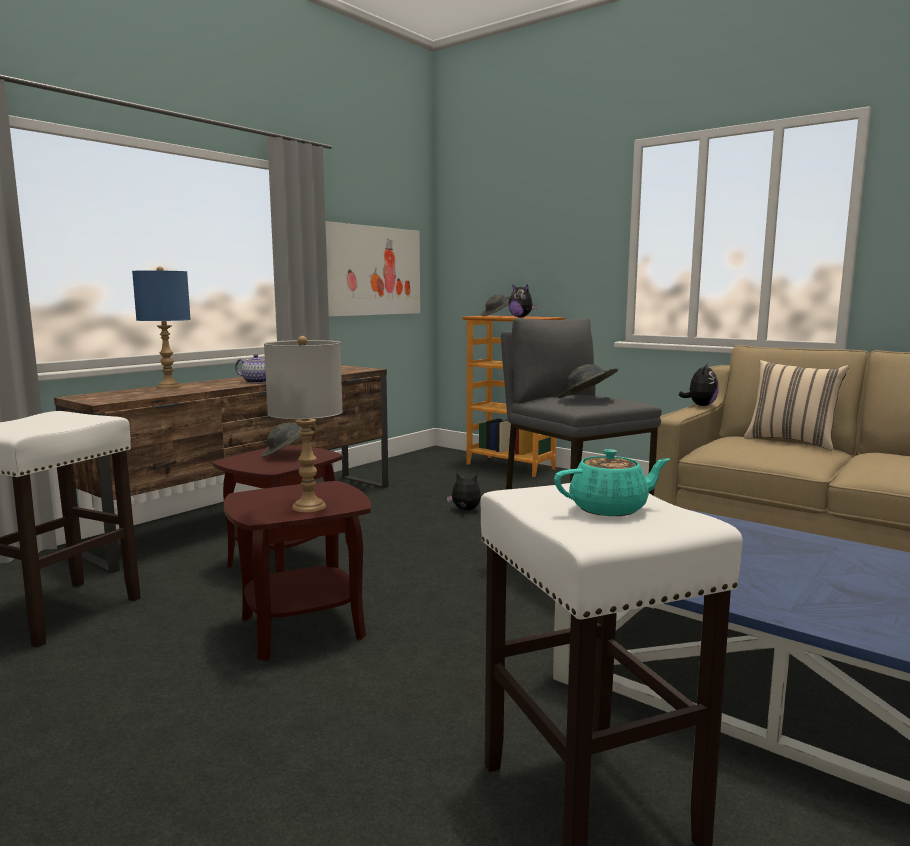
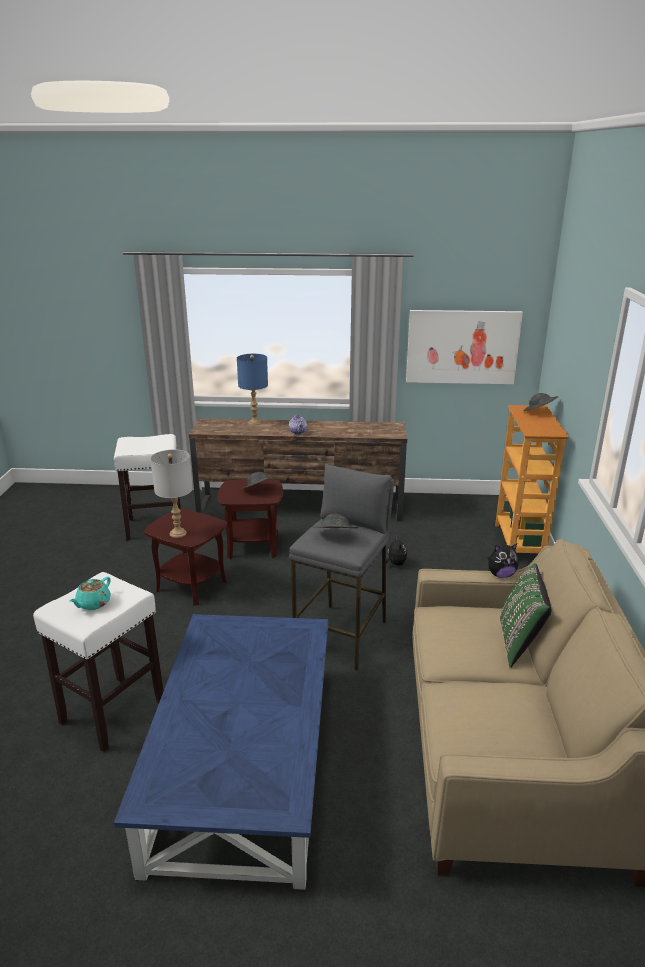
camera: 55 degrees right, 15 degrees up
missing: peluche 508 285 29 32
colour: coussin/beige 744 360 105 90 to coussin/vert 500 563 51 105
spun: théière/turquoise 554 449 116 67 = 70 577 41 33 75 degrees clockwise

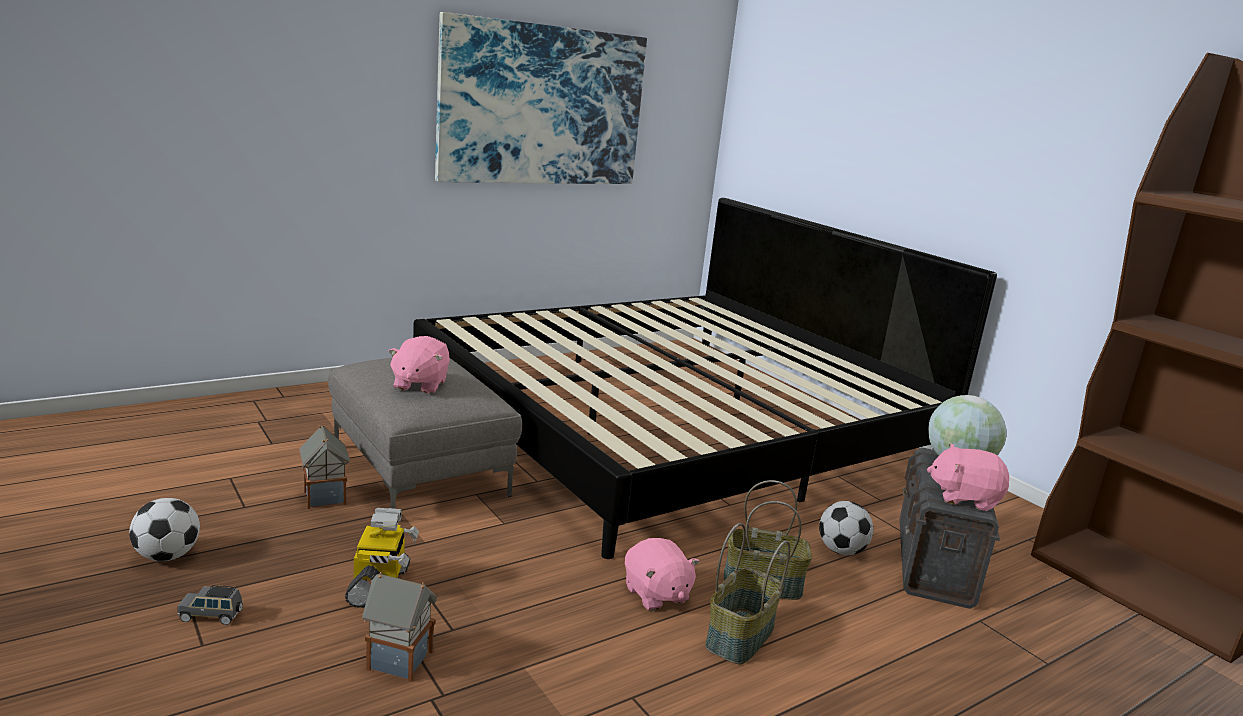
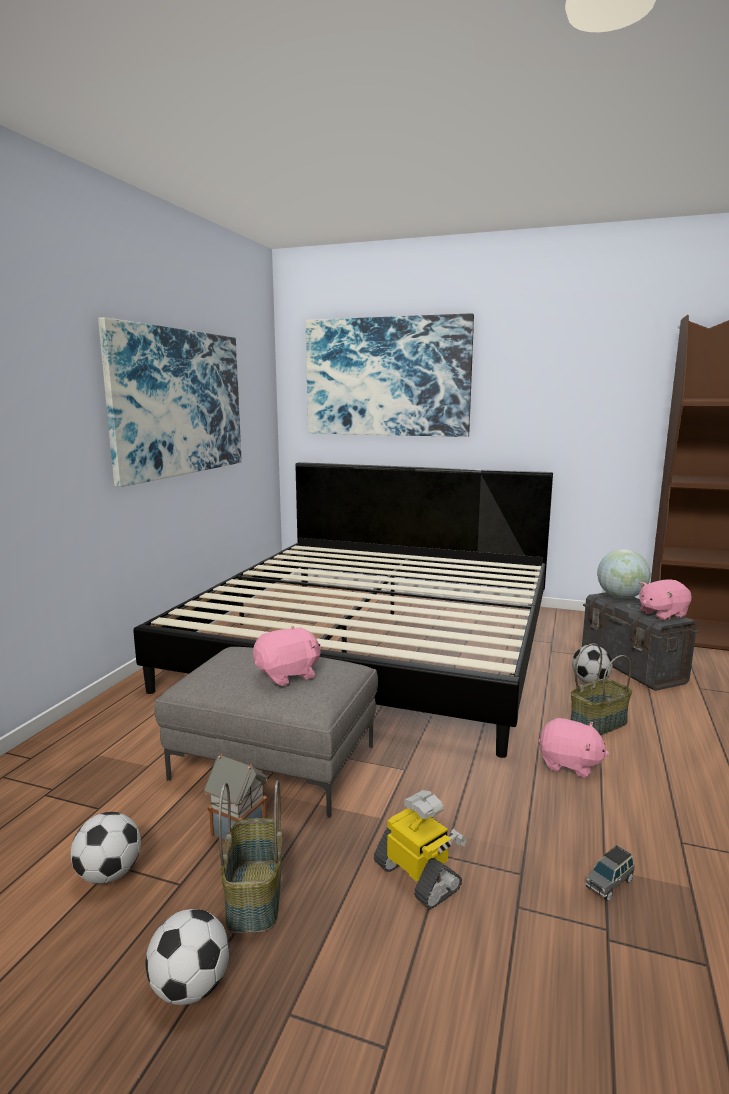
camera: 35 degrees left, 5 degrees down
missing: maison miniature 362 572 75 110
appeared: tableau 306 313 168 124; ballon de foot 71 812 70 72
relocated: panier 705 523 86 141 to 218 780 65 153; petite voiture/gris 177 585 66 40 to 585 845 50 56
spun: peluche/rose 388 336 62 58 = 253 626 68 60 90 degrees counterclockwise

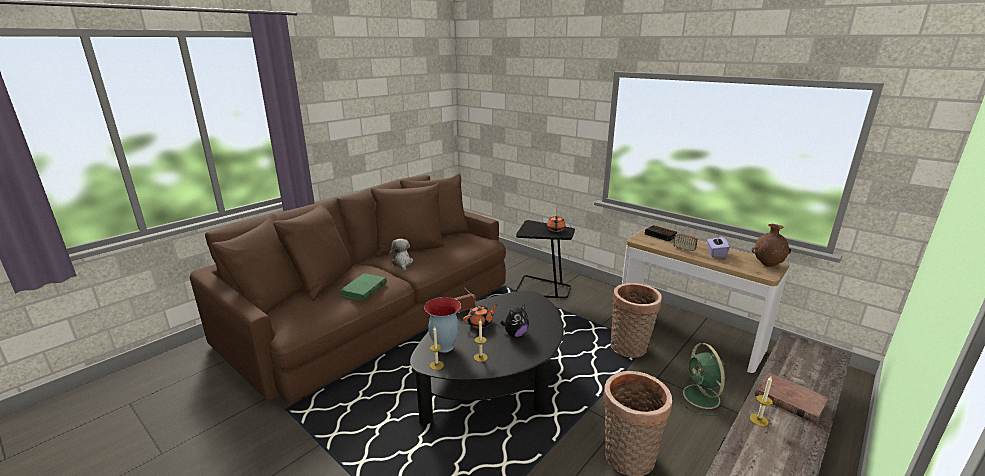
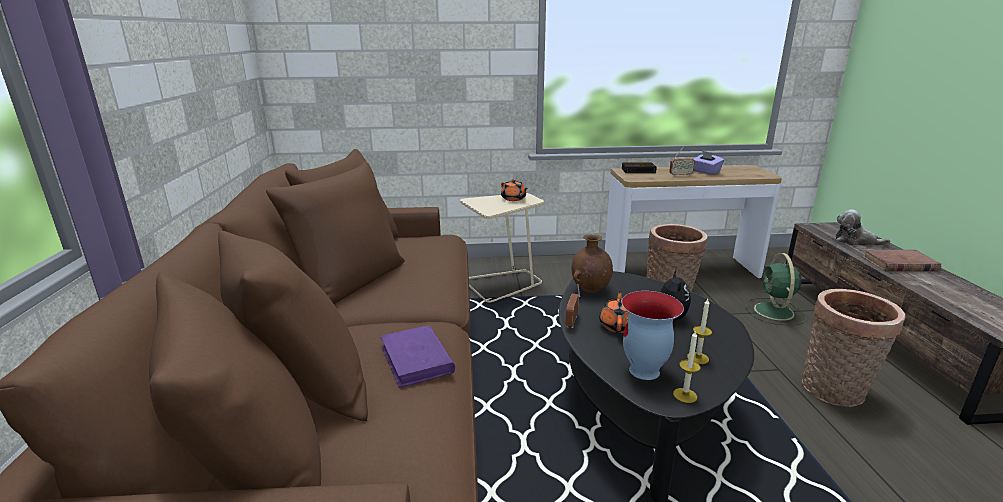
camera: 45 degrees left, 0 degrees up
missing: bougie 750 377 23 49
relocated: vase/marron 752 224 39 43 to 571 235 42 58; peluche 389 239 24 32 to 836 209 54 37
colour: table d'appoint/noir 515 220 60 78 to table d'appoint/beige 460 193 84 109; livre/vert 340 273 47 28 to livre/violet 380 325 75 63
spun: ventilateur/vert 675 343 57 72 = 746 253 60 72 60 degrees clockwise

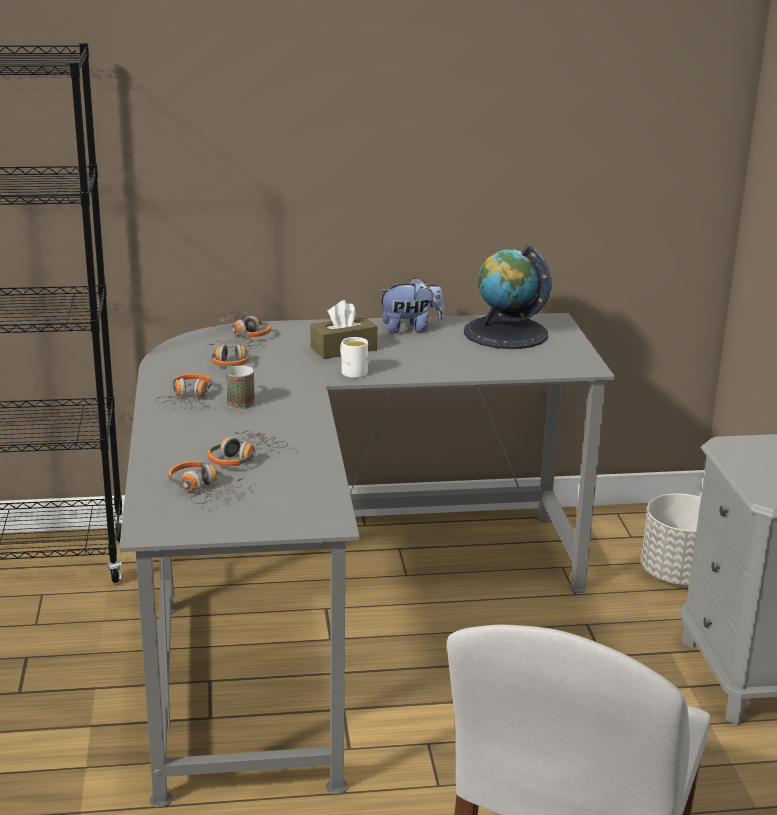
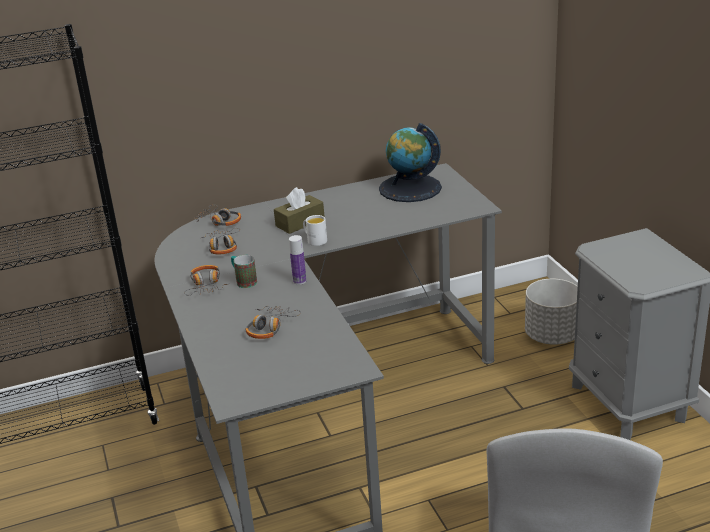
camera: 10 degrees left, 5 degrees up
missing: peluche 378 278 67 56; casque audio 168 461 77 43
appeared: bouteille 289 235 17 50

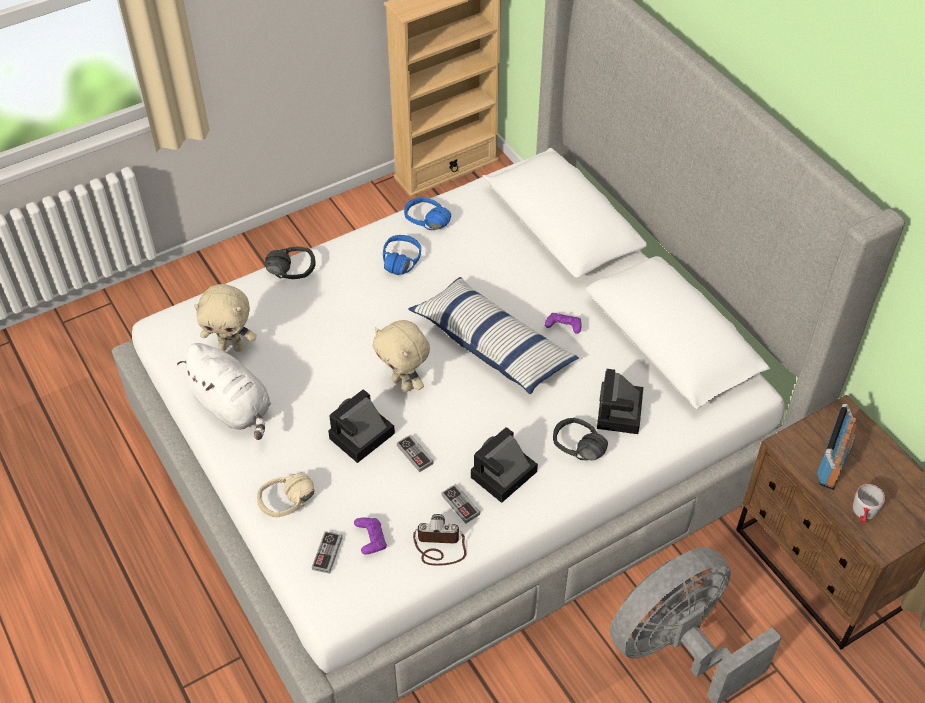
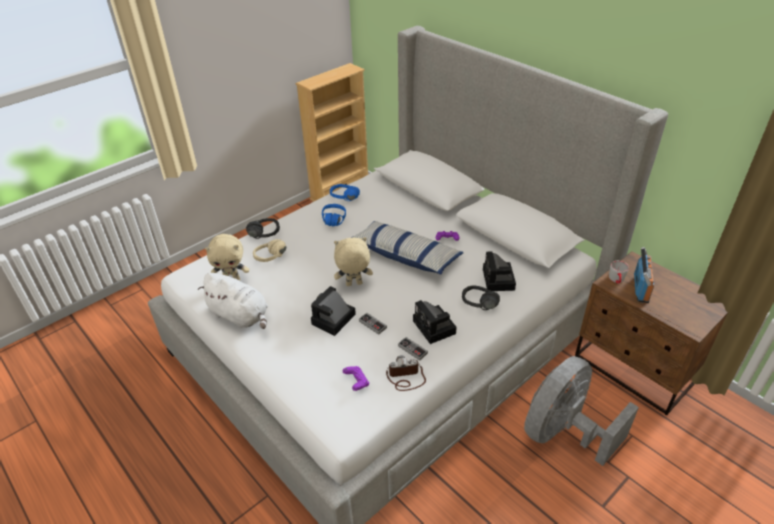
camera: 10 degrees left, 10 degrees down
missing: manette 312 531 30 43
relocated: casque audio/beige 257 473 58 45 to 253 239 33 23; mug/gris 853 484 32 40 to 609 261 20 23
spun: peluche/beige 373 320 57 72 = 334 237 39 49 135 degrees clockwise; appareil photo 471 427 67 76 = 413 300 44 44 60 degrees counterclockwise

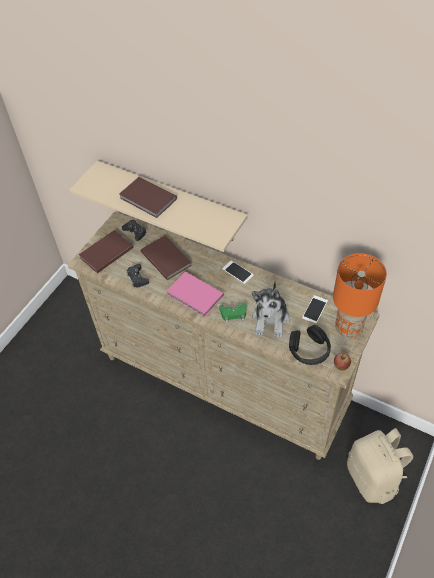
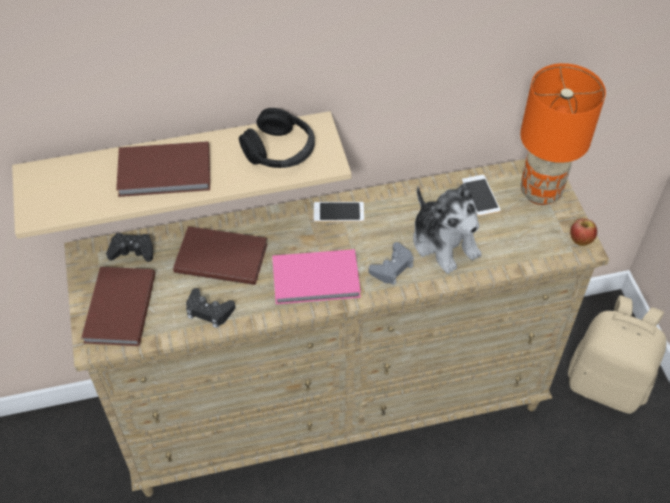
camera: 45 degrees left, 0 degrees up
relocated: casque audio/noir 289 325 42 40 to 239 108 76 60
colour: manette/vert 219 302 28 20 to manette/gris 368 242 46 43

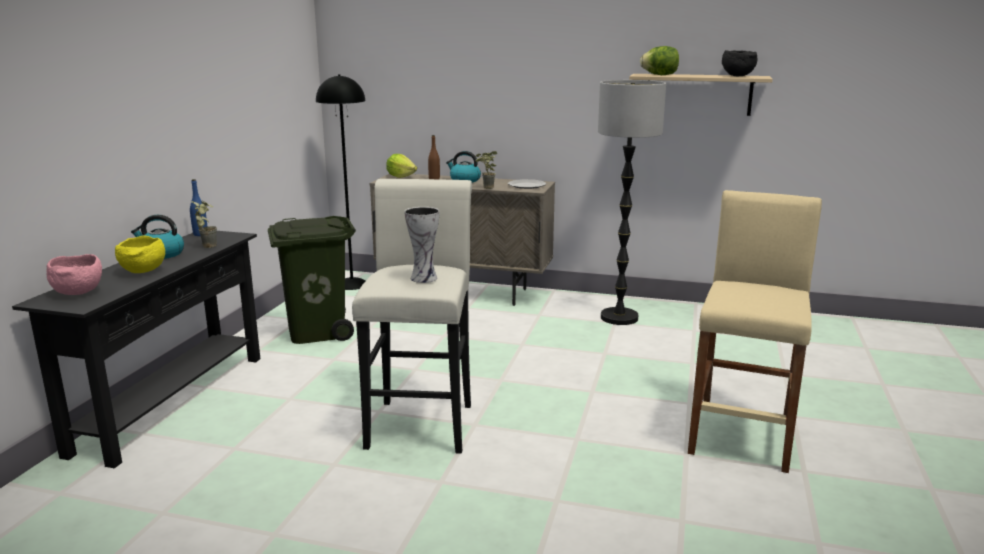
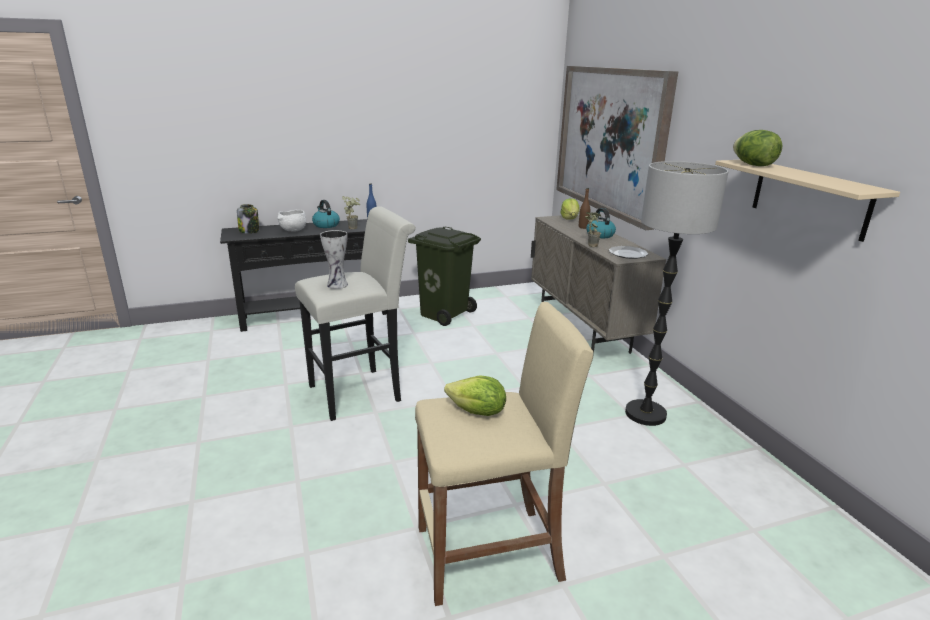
camera: 55 degrees right, 5 degrees up
missing: bol/noir 722 50 35 26; lampadaire/noir 316 74 50 216
appeared: tableau 556 66 123 164; laitue 444 375 62 41
exchanged: bol/rose 46 254 56 41 to bocal 237 204 22 30
colour: bol/jaune 115 236 50 37 to bol/blanc 277 209 29 22

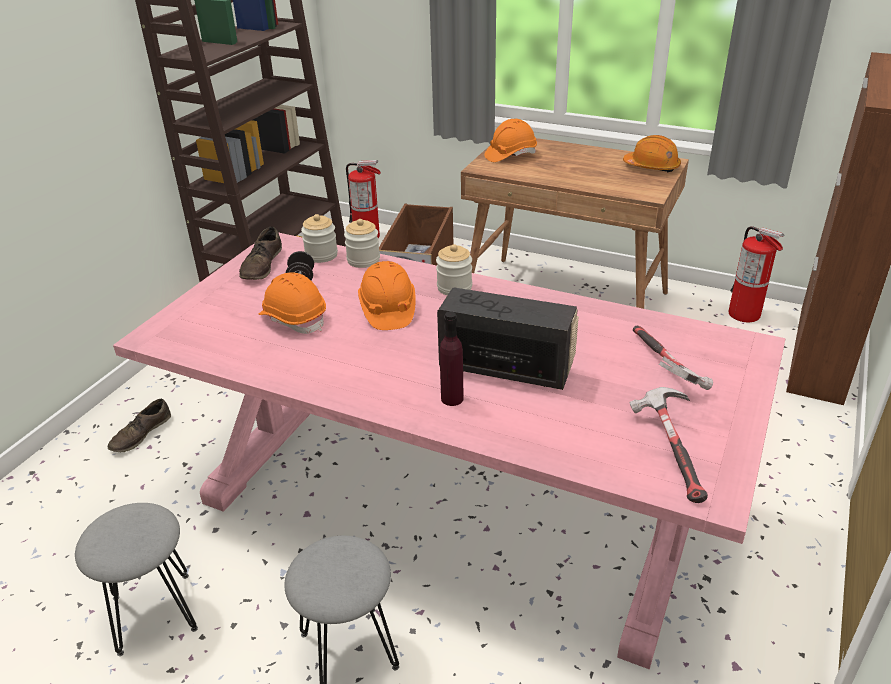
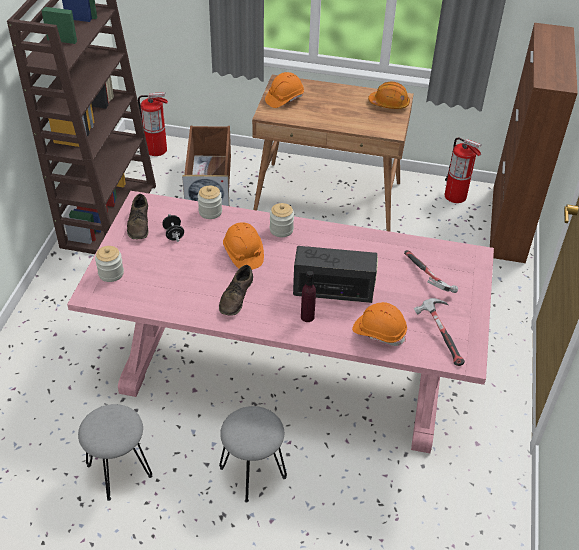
camera: 15 degrees left, 10 degrees up
relocated: bocal 301 214 37 49 to 95 246 29 36; casque de chantier/orange 259 272 67 62 to 352 302 55 44; chaussure/marron 108 399 63 53 to 219 265 34 51

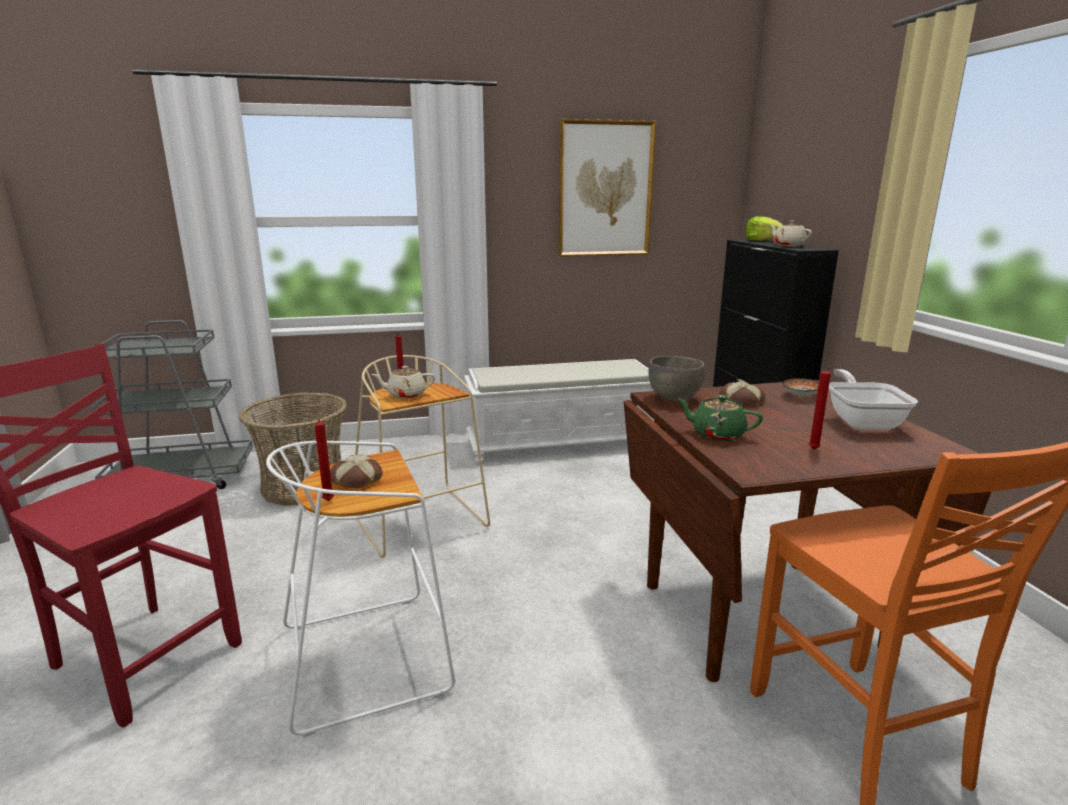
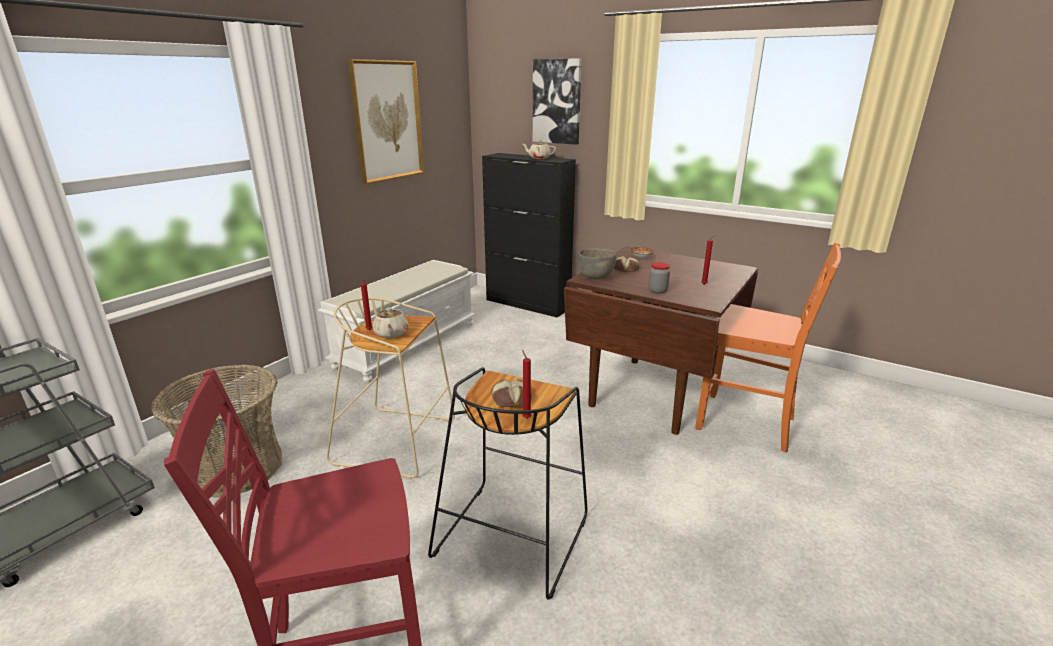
camera: 45 degrees left, 5 degrees up
missing: laitue 745 216 38 25; poêle 829 369 89 61
appeared: tableau 533 58 49 87
exchanged: théière/vert 676 395 87 46 to bocal 649 262 21 32
colour: tabouret/blanc 266 441 189 296 to tabouret/noir 428 367 159 233
spun: théière/beige 371 366 64 33 = 373 307 36 31 45 degrees counterclockwise

